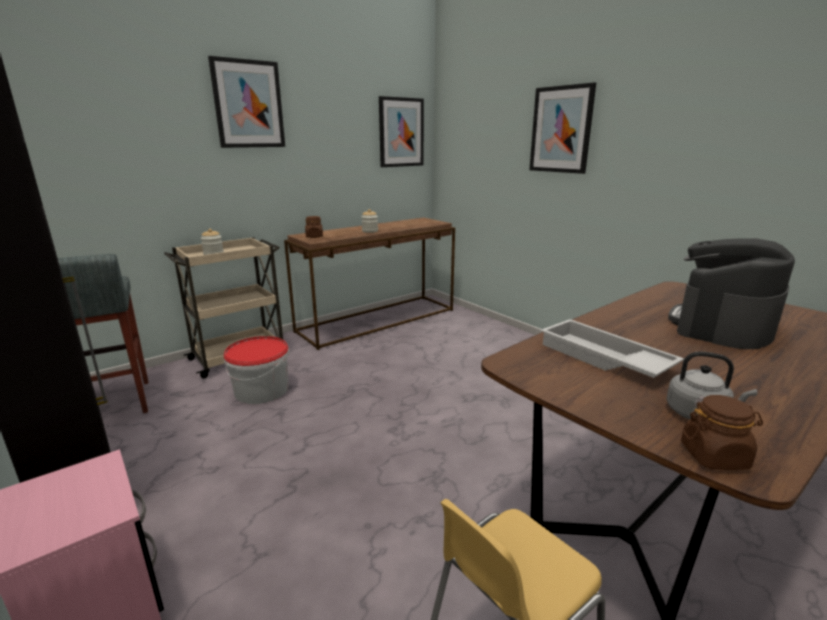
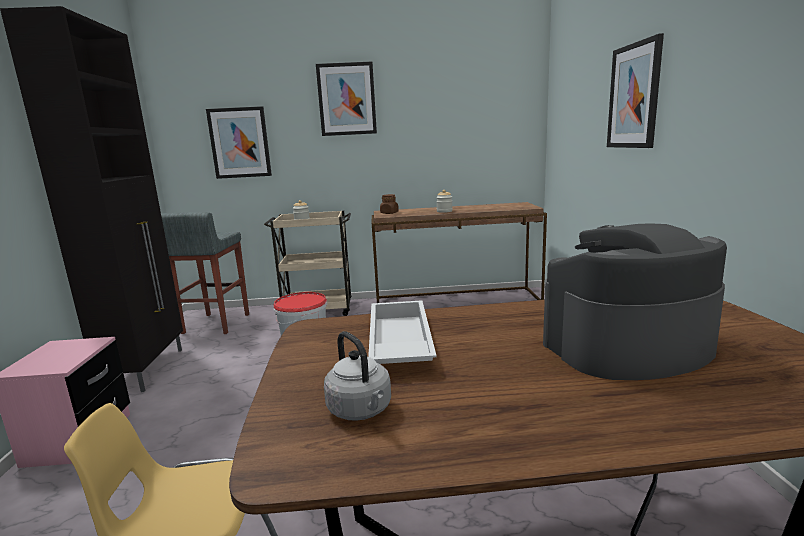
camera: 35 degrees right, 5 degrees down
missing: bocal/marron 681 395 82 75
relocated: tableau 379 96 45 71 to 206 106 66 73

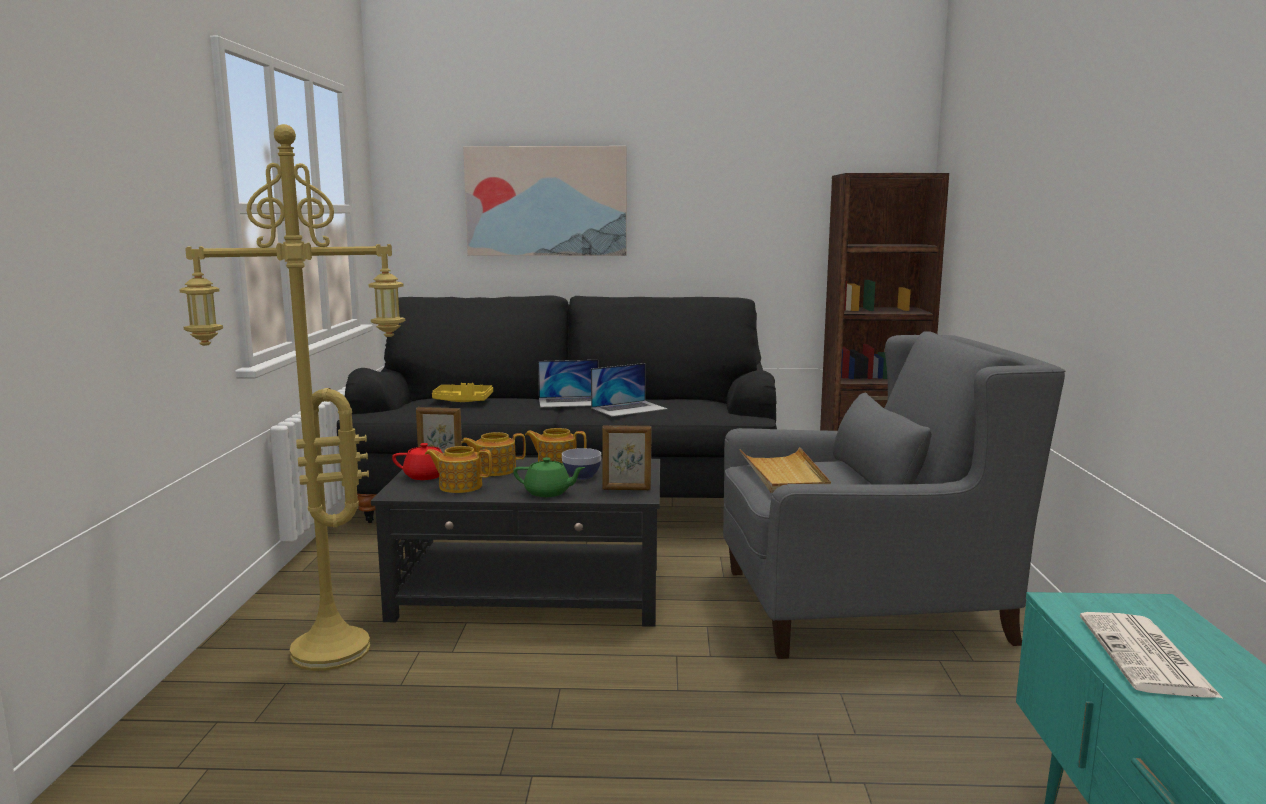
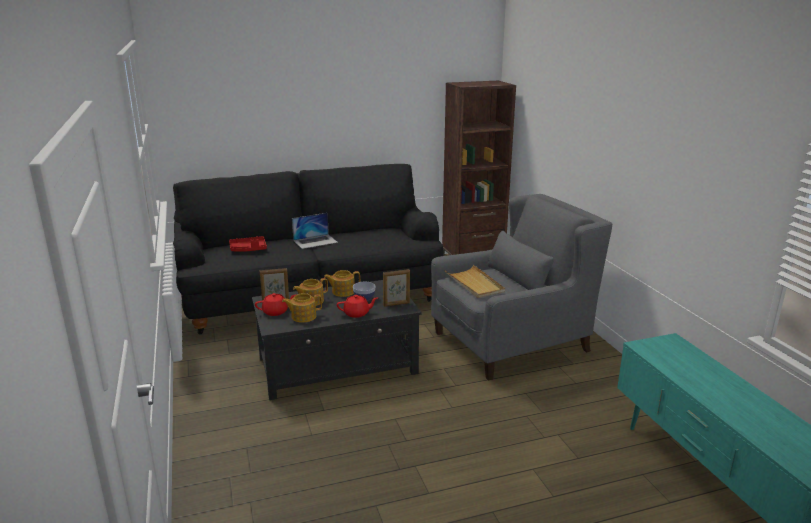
camera: 20 degrees left, 10 degrees up
missing: lampadaire/jaune 180 124 225 547; tableau 463 146 164 110; ordinateur portable 591 363 77 54; journal 1080 612 144 87
colour: plateau/jaune 432 383 61 19 to plateau/rouge 229 236 38 16; théière/vert 513 457 72 40 to théière/rouge 337 295 41 23

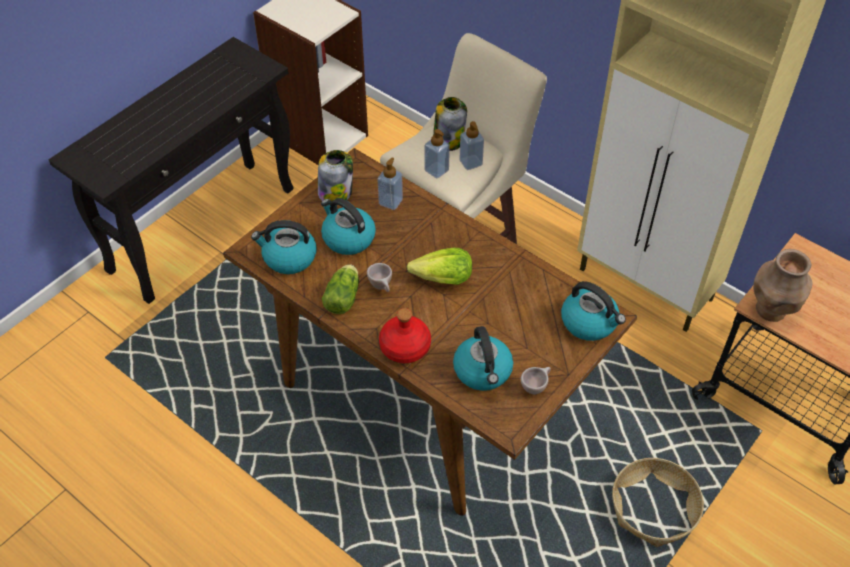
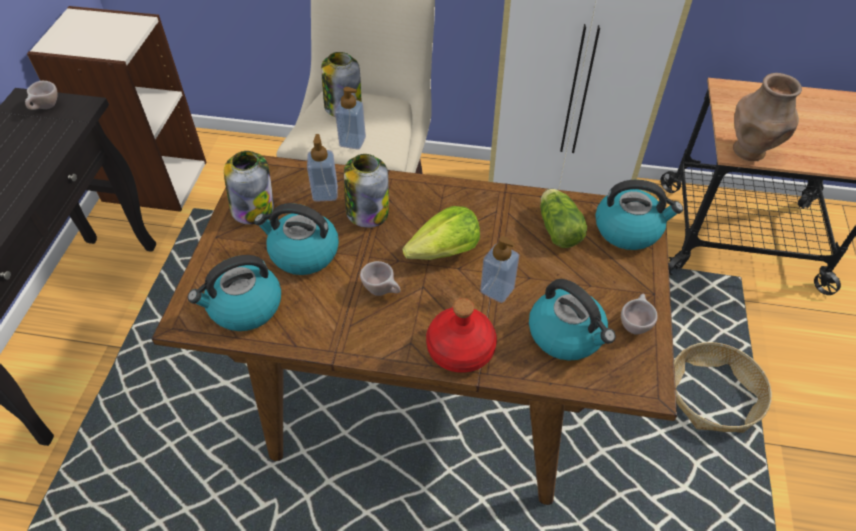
camera: 30 degrees left, 0 degrees up
appeared: tasse/beige 25 81 33 29; bocal 344 154 45 74
relocated: distributeur de savon 460 121 24 49 to 480 236 39 67; laitue 322 264 37 50 to 540 189 47 59

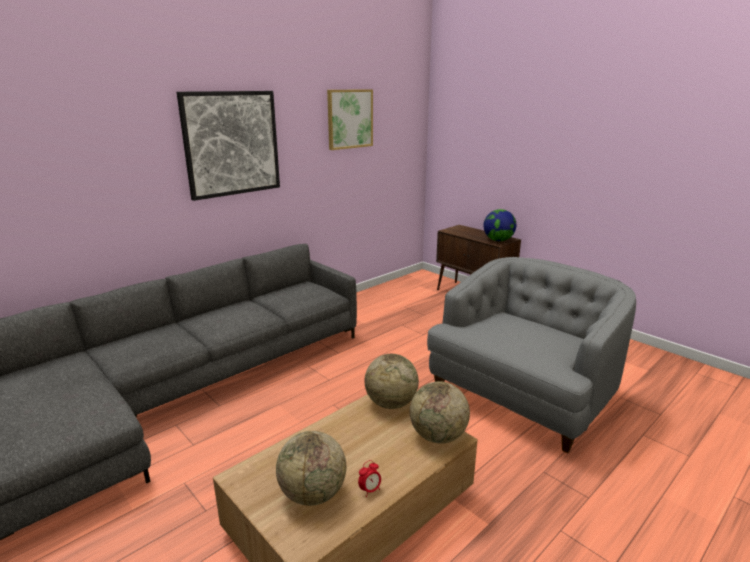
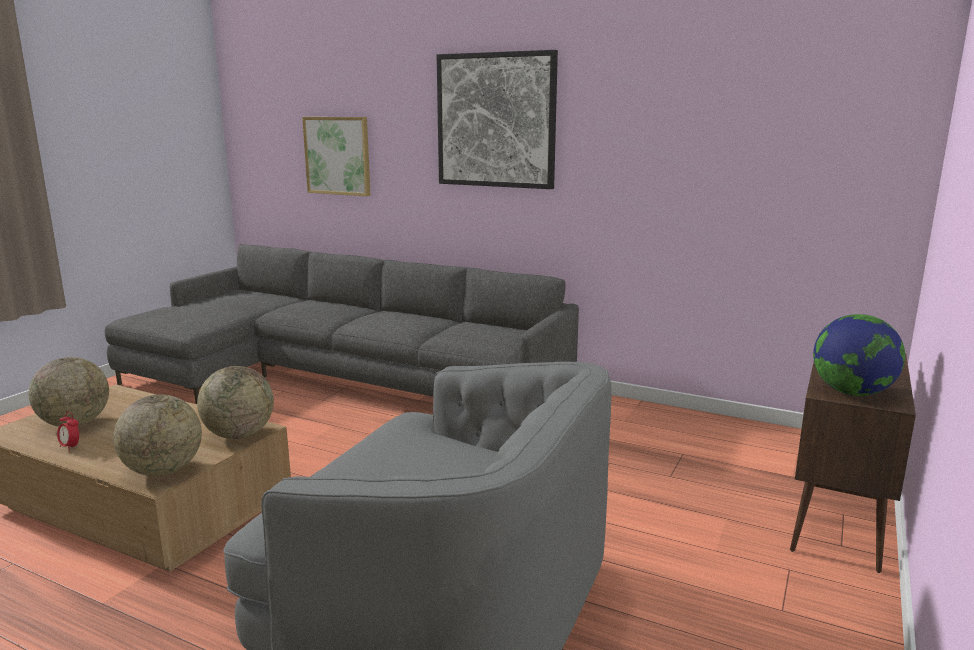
camera: 70 degrees right, 5 degrees down
relocated: tableau 327 89 46 61 to 302 117 69 79

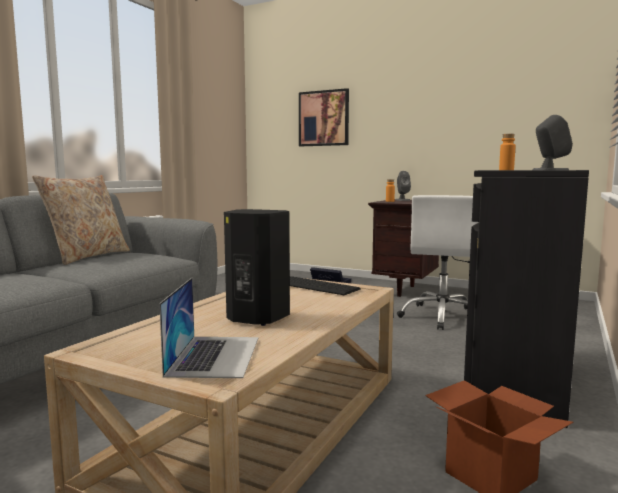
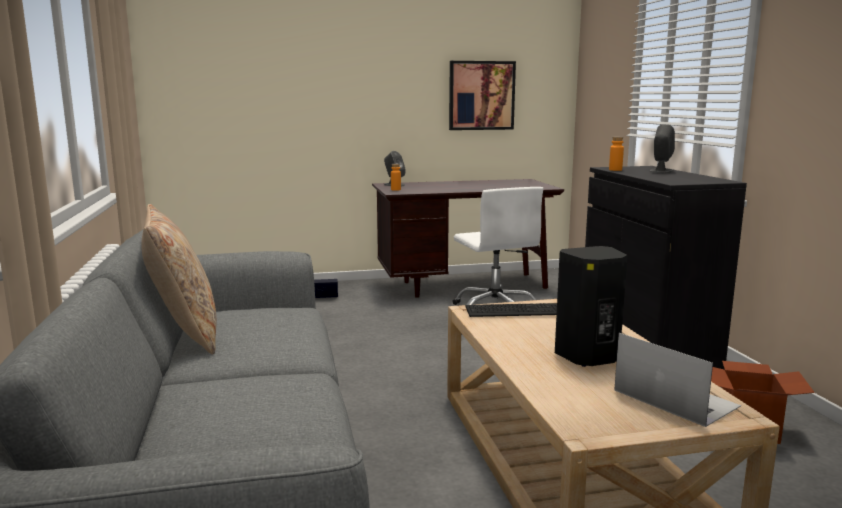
camera: 40 degrees left, 5 degrees up
relocated: tableau 299 88 50 58 to 449 61 67 69

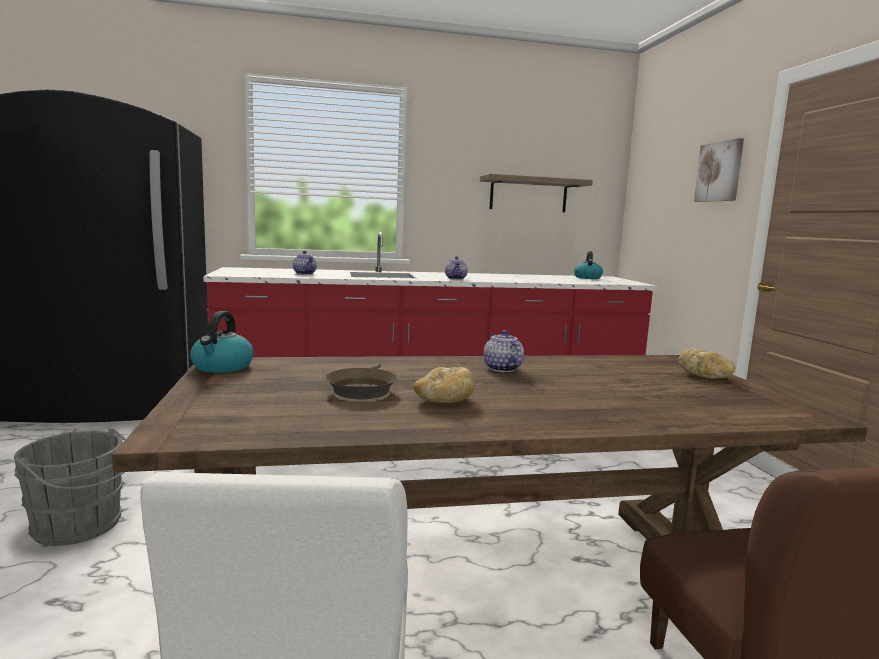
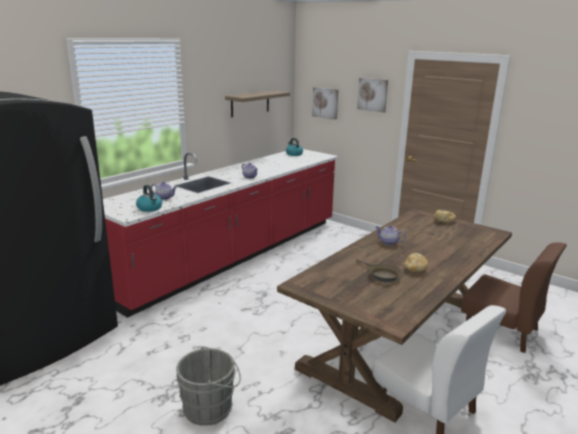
camera: 40 degrees left, 10 degrees up
appeared: tableau 312 87 27 33
relocated: bouilloire 190 311 64 62 to 136 185 26 27

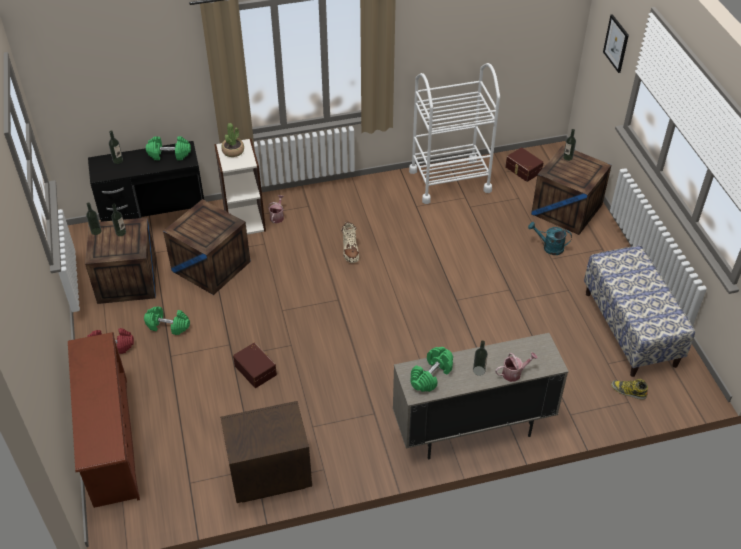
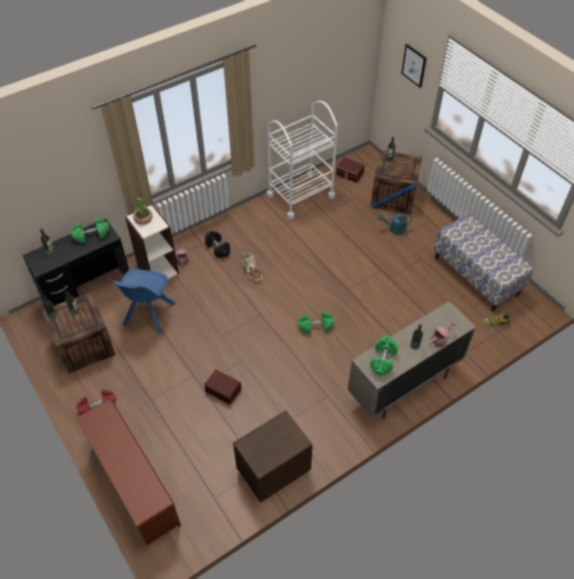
camera: 20 degrees left, 5 degrees up
appeared: haltère/noir 205 231 25 27
relocated: haltère/vert 144 306 46 29 to 298 312 37 21
exchanged: caisse 163 199 88 96 to chaise/bleu 113 269 63 65

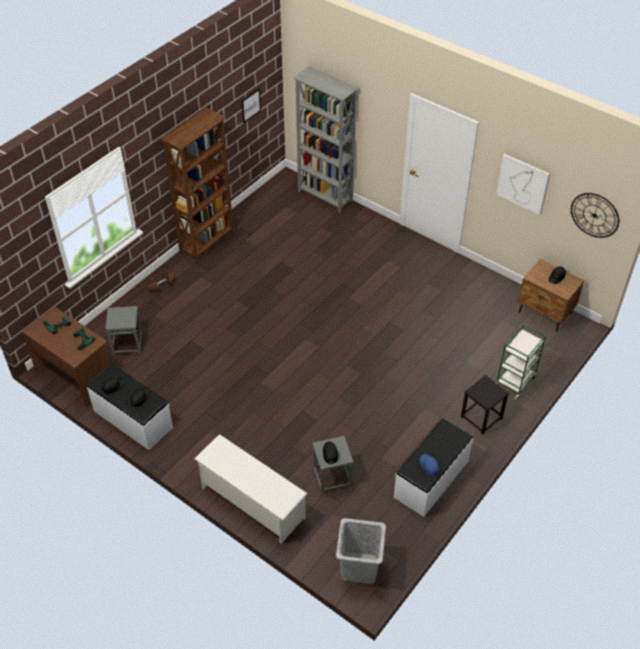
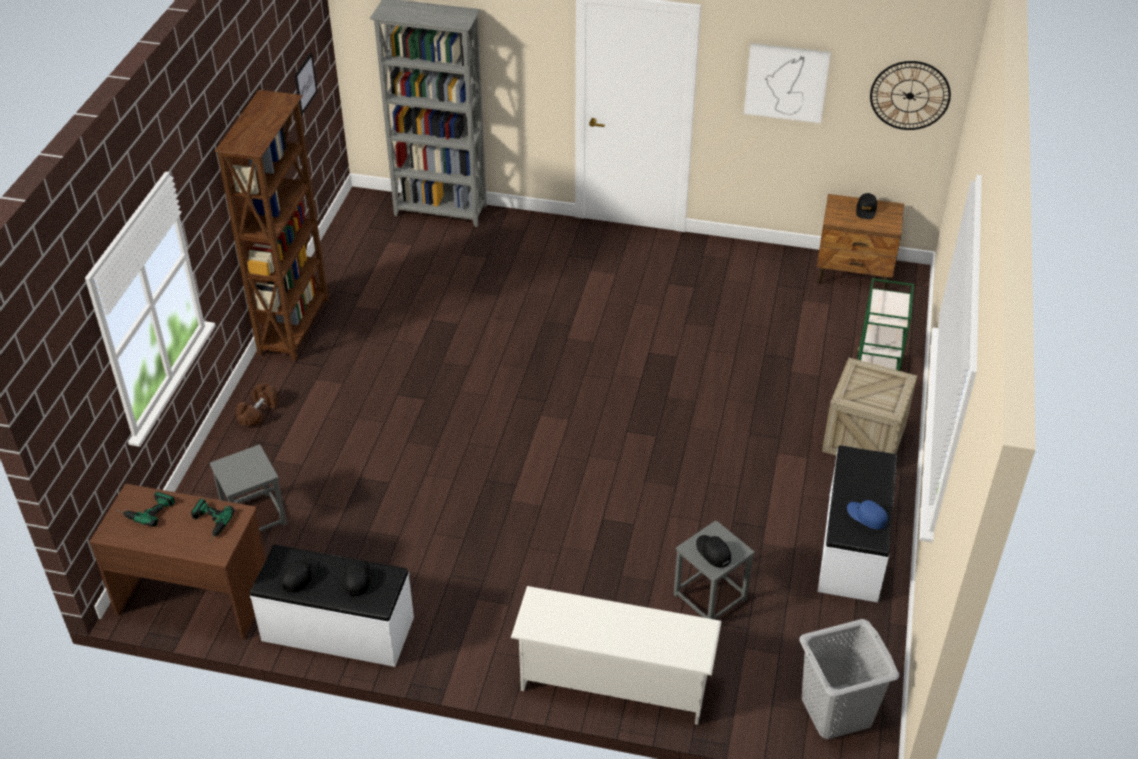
camera: 25 degrees left, 5 degrees down
exchanged: tabouret/noir 461 375 48 60 to caisse 822 358 95 97

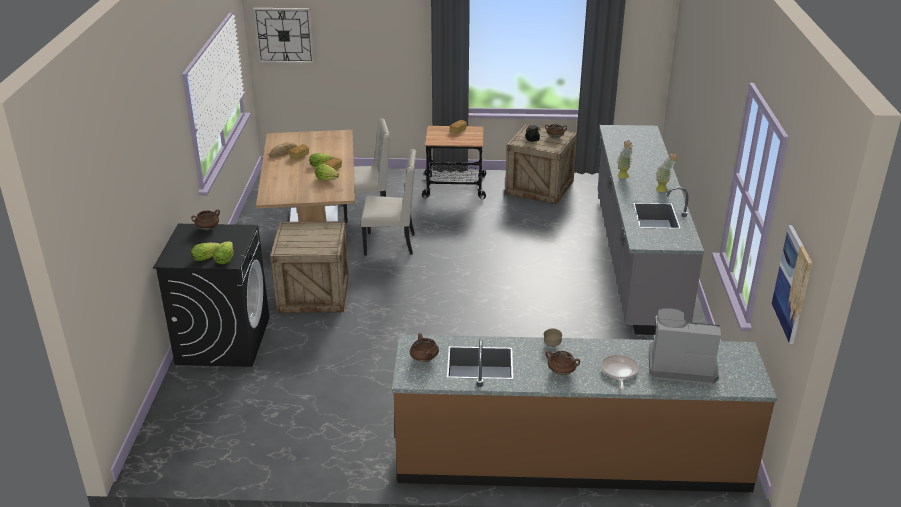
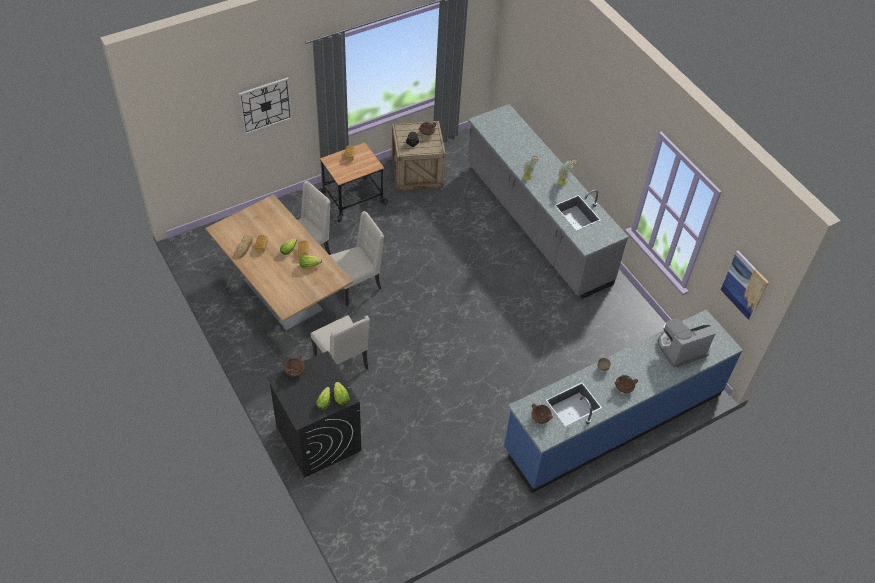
camera: 35 degrees left, 20 degrees up
missing: poêle 601 355 38 34
relocated: horloge murale 253 8 61 56 to 238 77 55 58
exchanged: caisse 270 221 79 92 to chaise/beige 311 315 59 55
colour: comptoir de cuisine/marron 392 334 385 158 to comptoir de cuisine/bleu 504 310 239 183

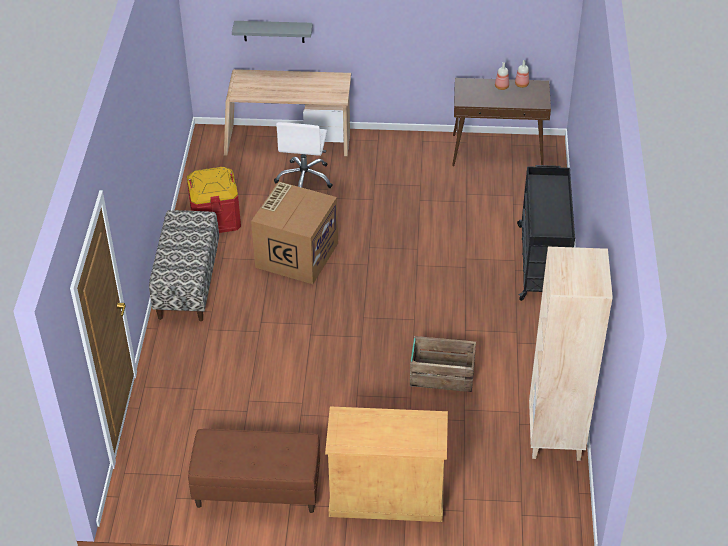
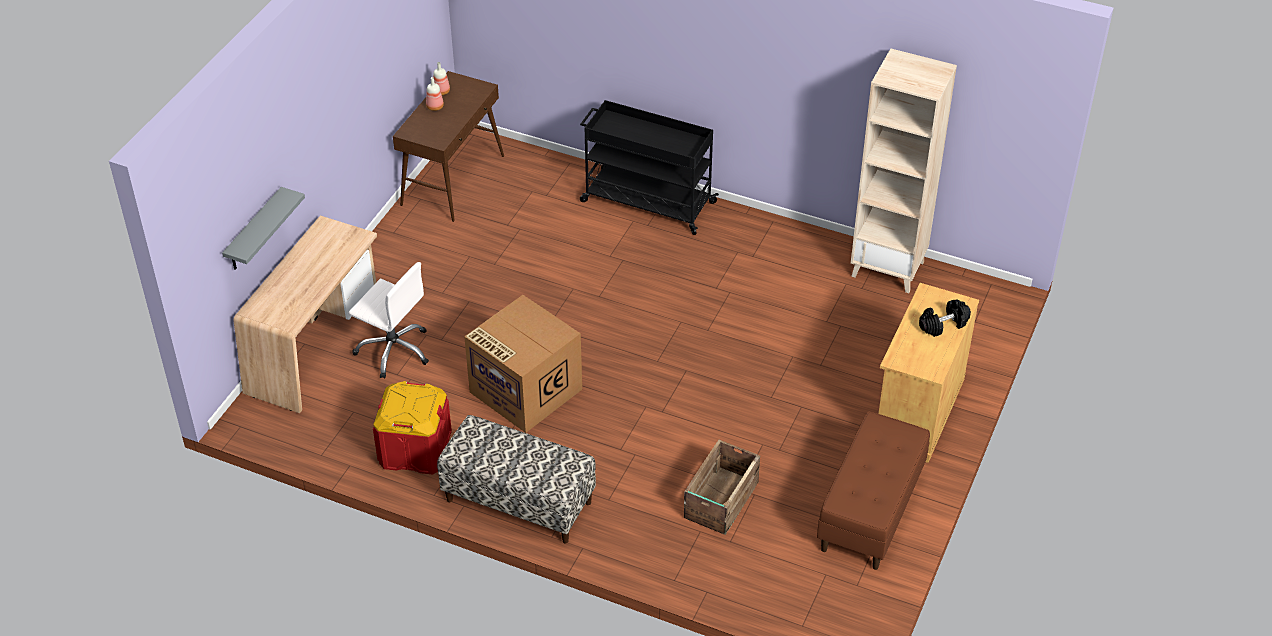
camera: 70 degrees left, 0 degrees up
appeared: haltère/noir 919 300 52 37
relocated: caisse 410 336 66 56 to 684 440 76 95

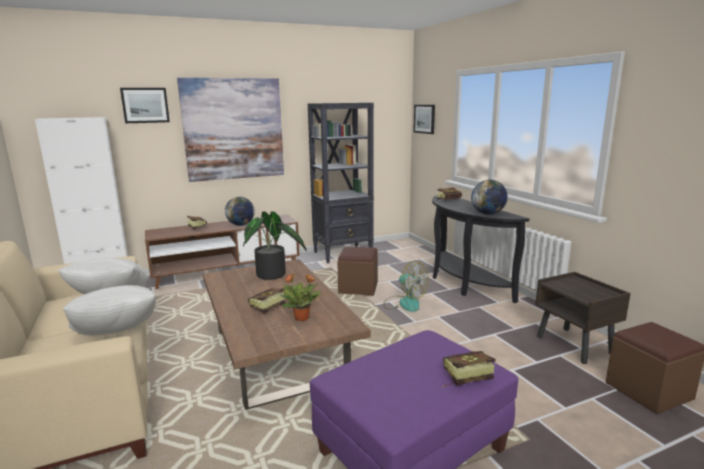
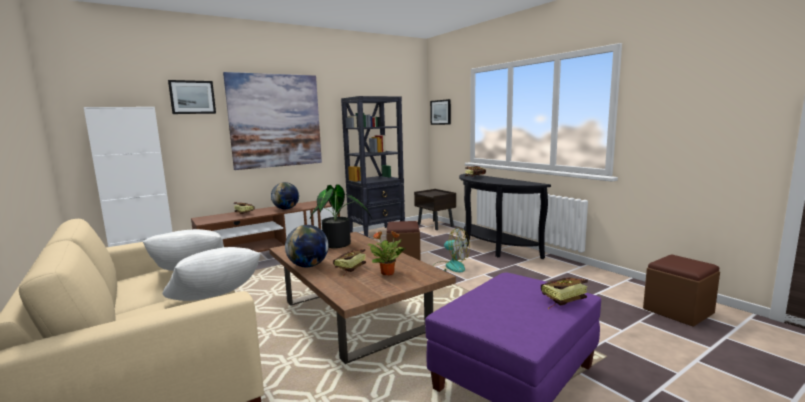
camera: 10 degrees left, 5 degrees down
relocated: globe 471 180 37 35 to 285 225 44 42; table de chevet/marron 535 272 96 92 to 414 189 42 41

